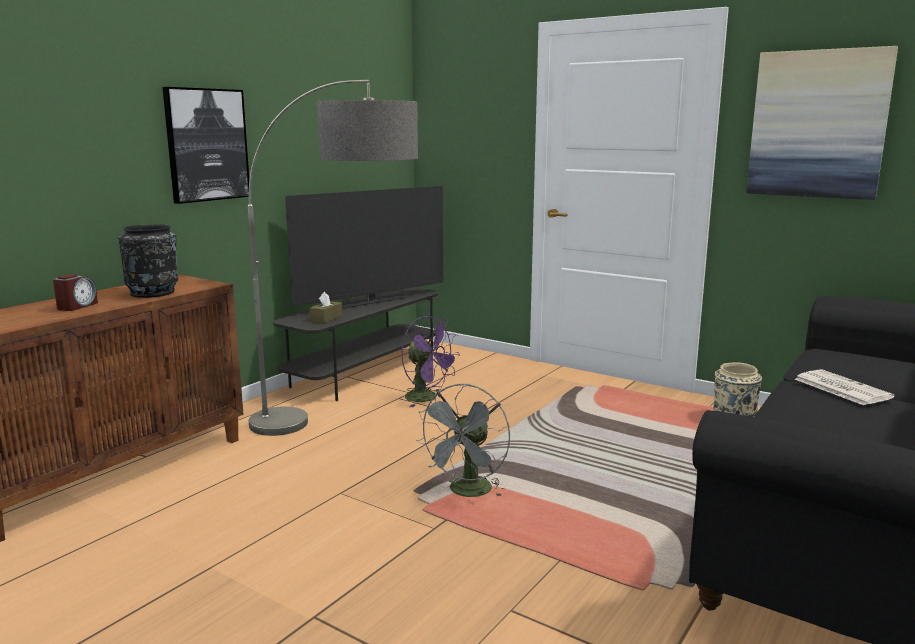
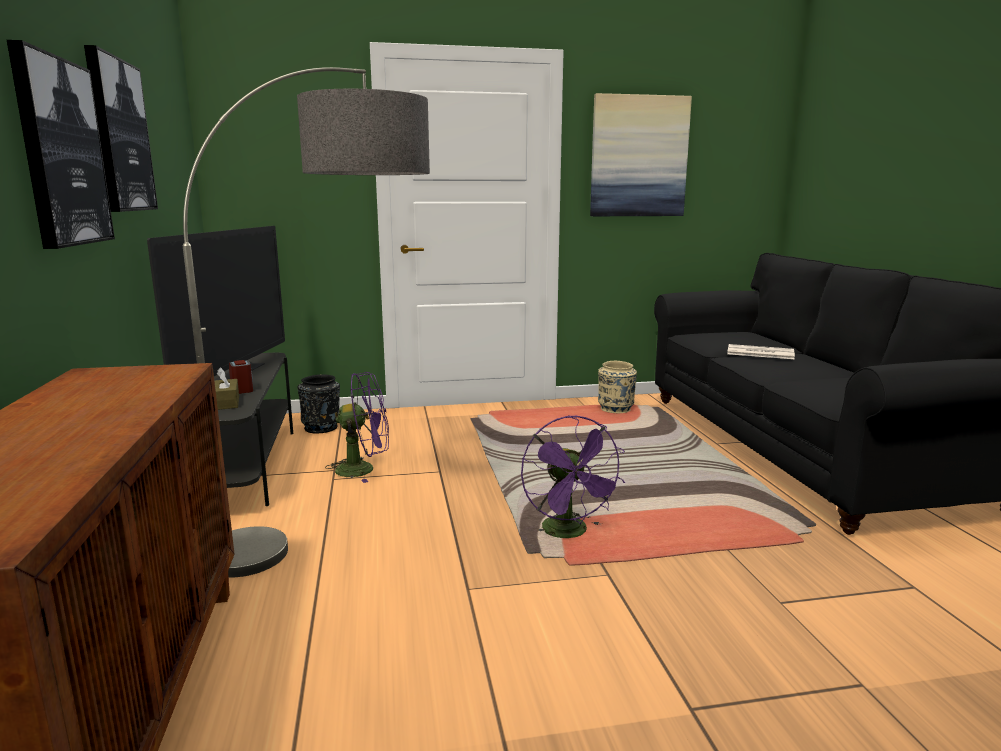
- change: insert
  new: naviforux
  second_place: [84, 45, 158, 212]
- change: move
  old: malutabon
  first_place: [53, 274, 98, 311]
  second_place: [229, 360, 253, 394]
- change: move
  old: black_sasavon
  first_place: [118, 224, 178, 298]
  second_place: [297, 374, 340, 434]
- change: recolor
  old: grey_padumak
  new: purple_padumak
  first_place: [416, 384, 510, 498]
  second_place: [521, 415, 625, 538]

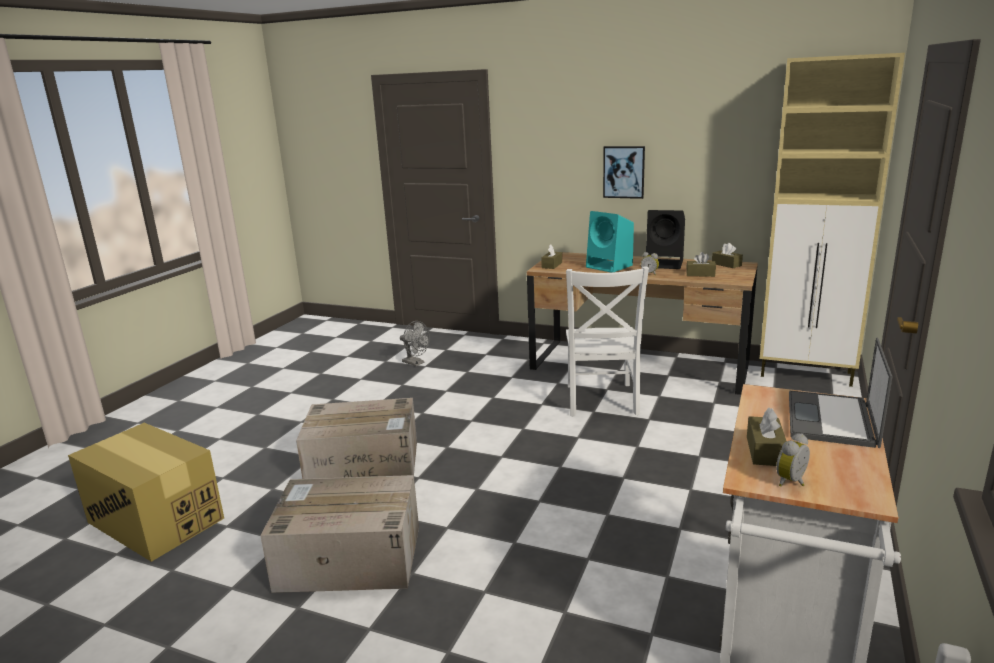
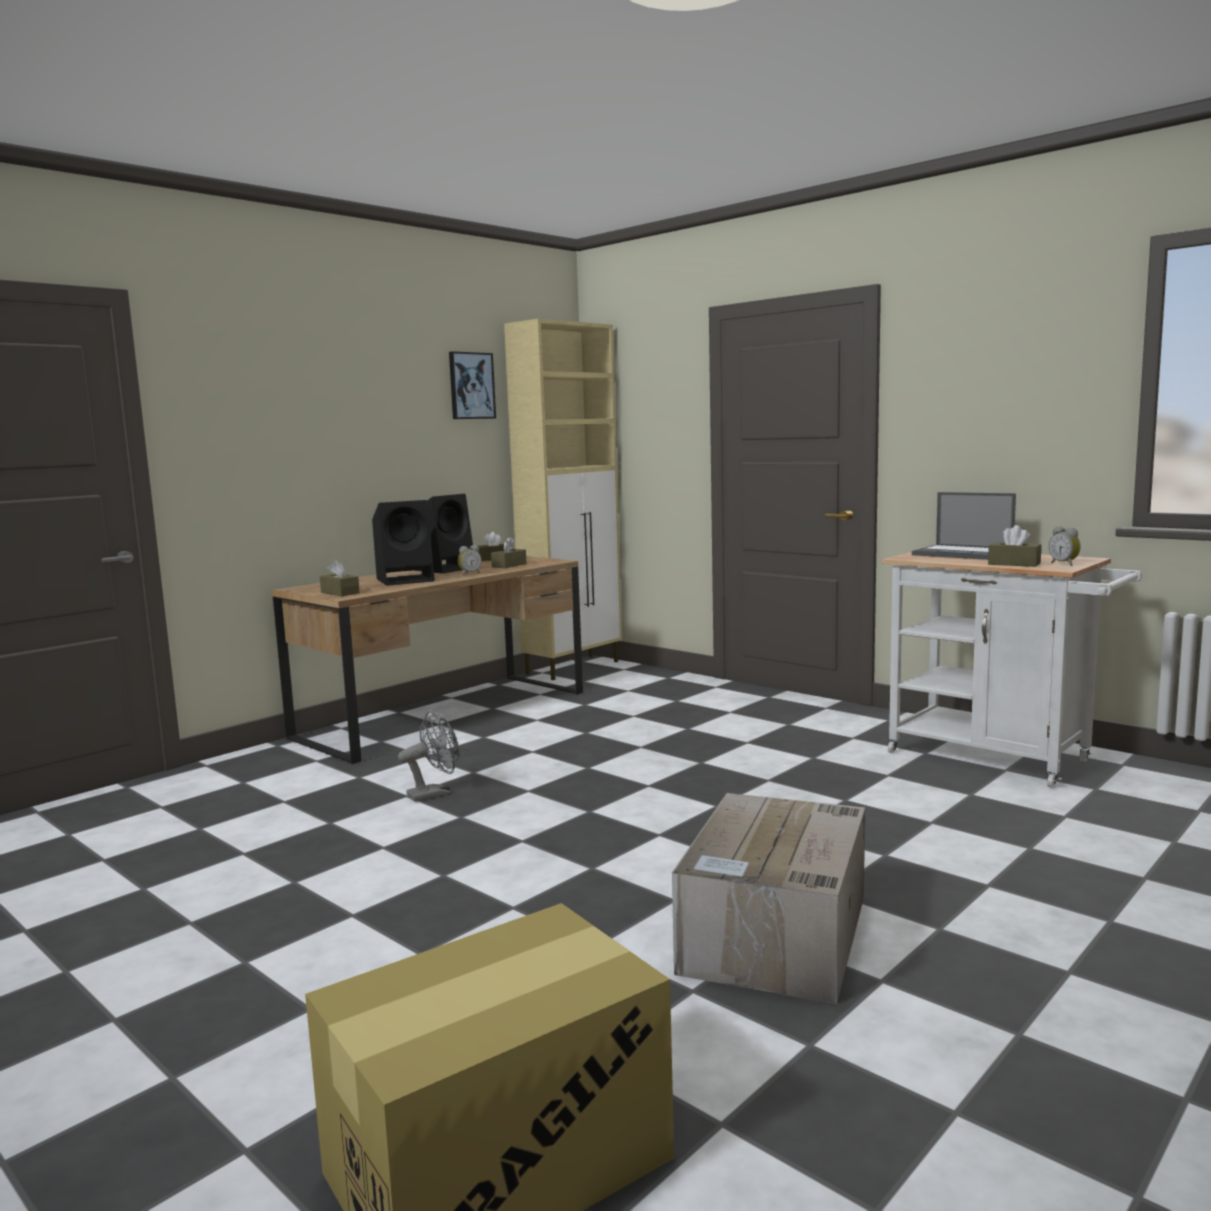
- change: recolor
  old: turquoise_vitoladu
  new: black_vitoladu
  first_place: [586, 211, 634, 273]
  second_place: [372, 500, 435, 586]
- change: move
  old: grey_padumak
  first_place: [400, 321, 430, 366]
  second_place: [398, 712, 459, 802]
- change: move
  old: naviforux
  first_place: [603, 146, 645, 199]
  second_place: [449, 351, 496, 419]
- change: delete
  old: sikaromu
  first_place: [296, 398, 417, 479]
- change: delete
  old: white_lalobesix
  first_place: [566, 266, 649, 417]

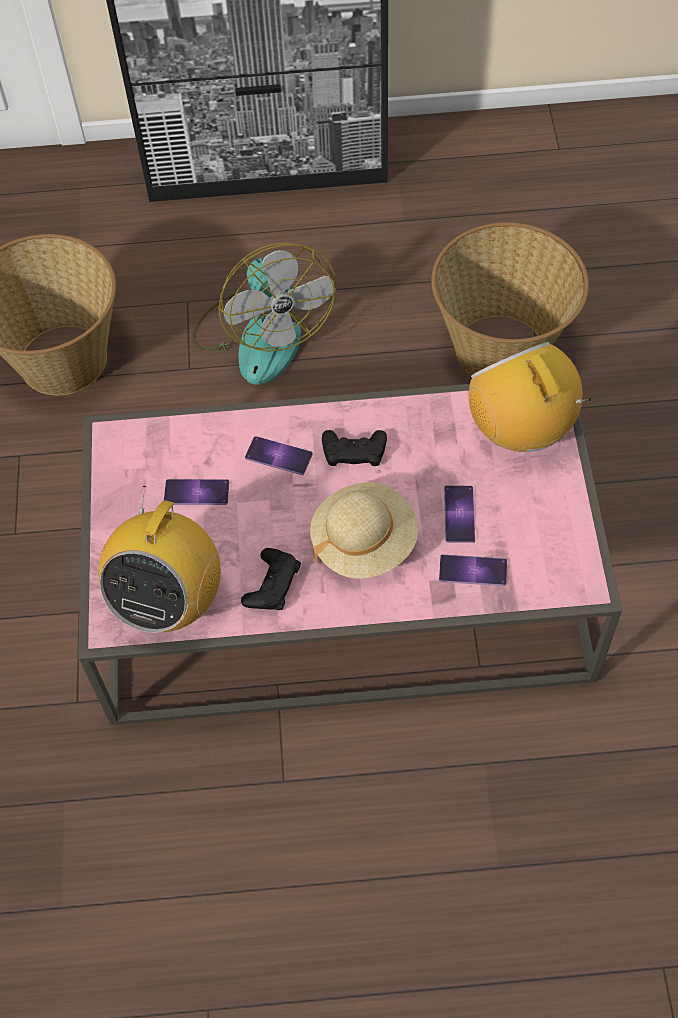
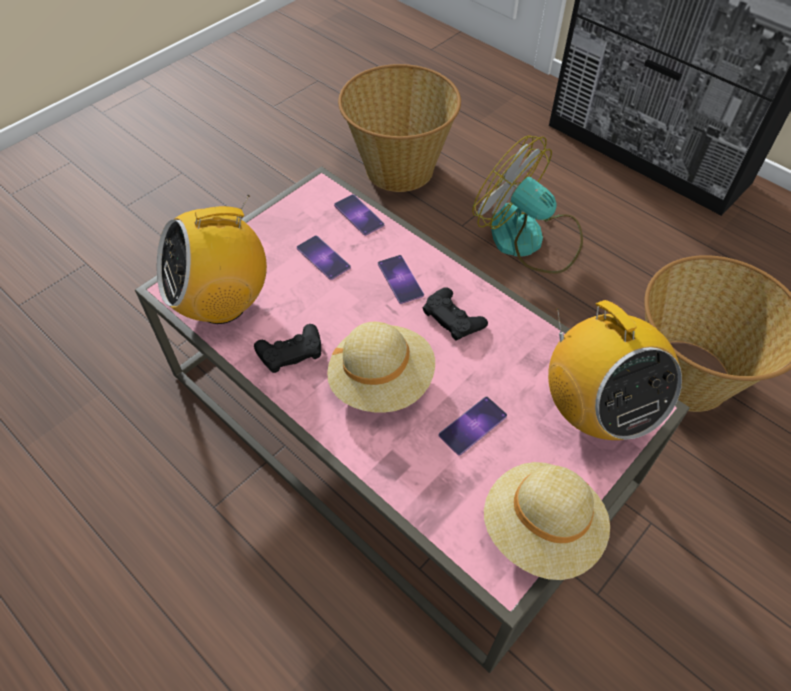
- change: move
  old: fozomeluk
  first_place: [439, 554, 507, 586]
  second_place: [334, 194, 385, 236]
- change: rotate
  old: padumak
  first_place: [191, 243, 336, 385]
  second_place: [472, 135, 583, 274]
  degrees: 105
- change: insert
  new: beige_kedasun
  second_place: [484, 462, 610, 580]
- change: rotate
  old: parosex
  first_place: [469, 342, 591, 452]
  second_place: [548, 300, 682, 440]
  degrees: 135

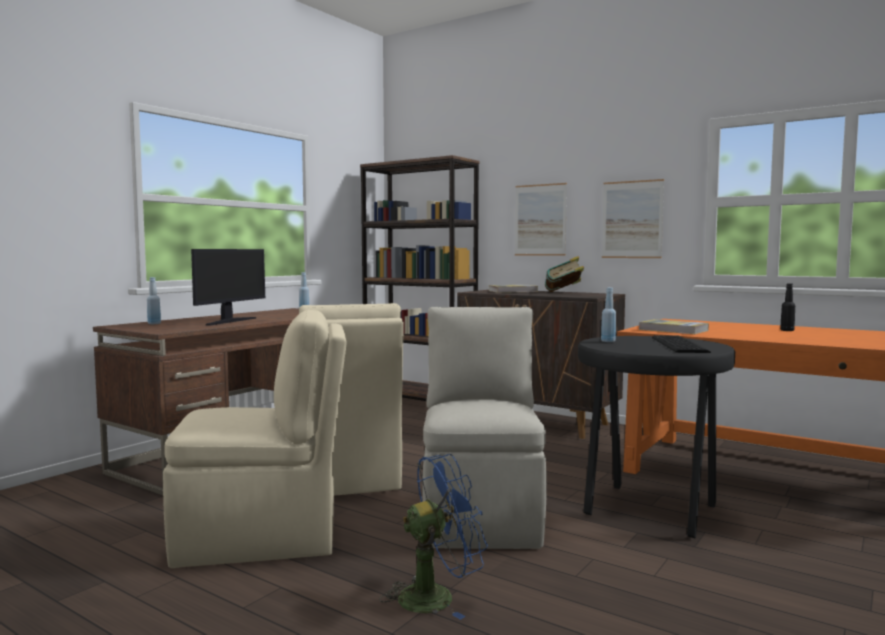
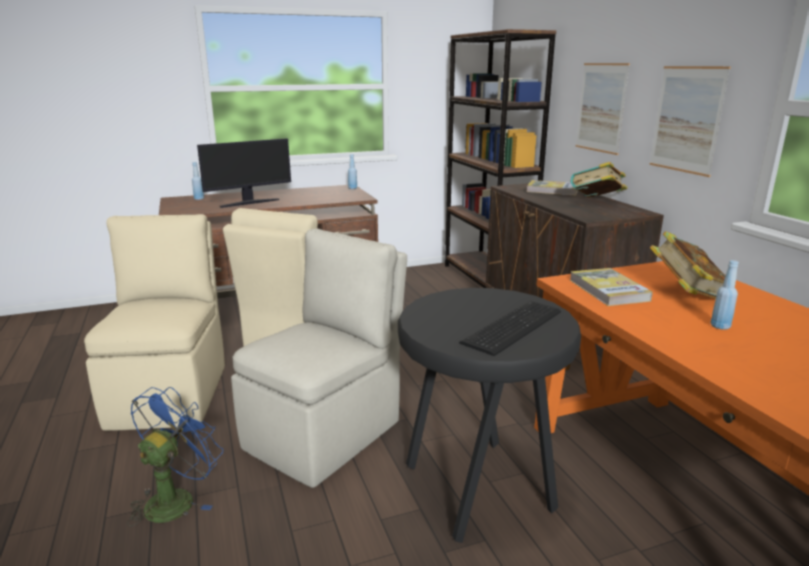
- change: rotate
  old: beige_lalobesix
  first_place: [163, 310, 346, 568]
  second_place: [84, 214, 225, 431]
  degrees: -120
- change: rotate
  old: blue_padumak
  first_place: [379, 454, 488, 620]
  second_place: [127, 387, 223, 527]
  degrees: -75
- change: insert
  new: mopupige
  second_place: [650, 231, 726, 299]
- change: move
  old: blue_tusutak
  first_place: [601, 288, 616, 342]
  second_place: [711, 260, 739, 330]
- change: delete
  old: black_tusutak
  first_place: [780, 283, 795, 331]

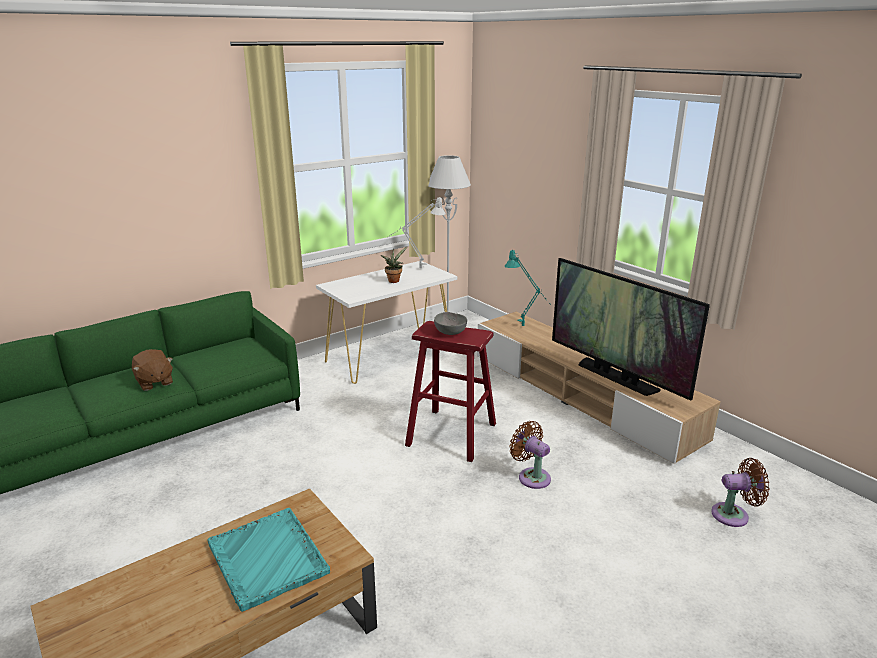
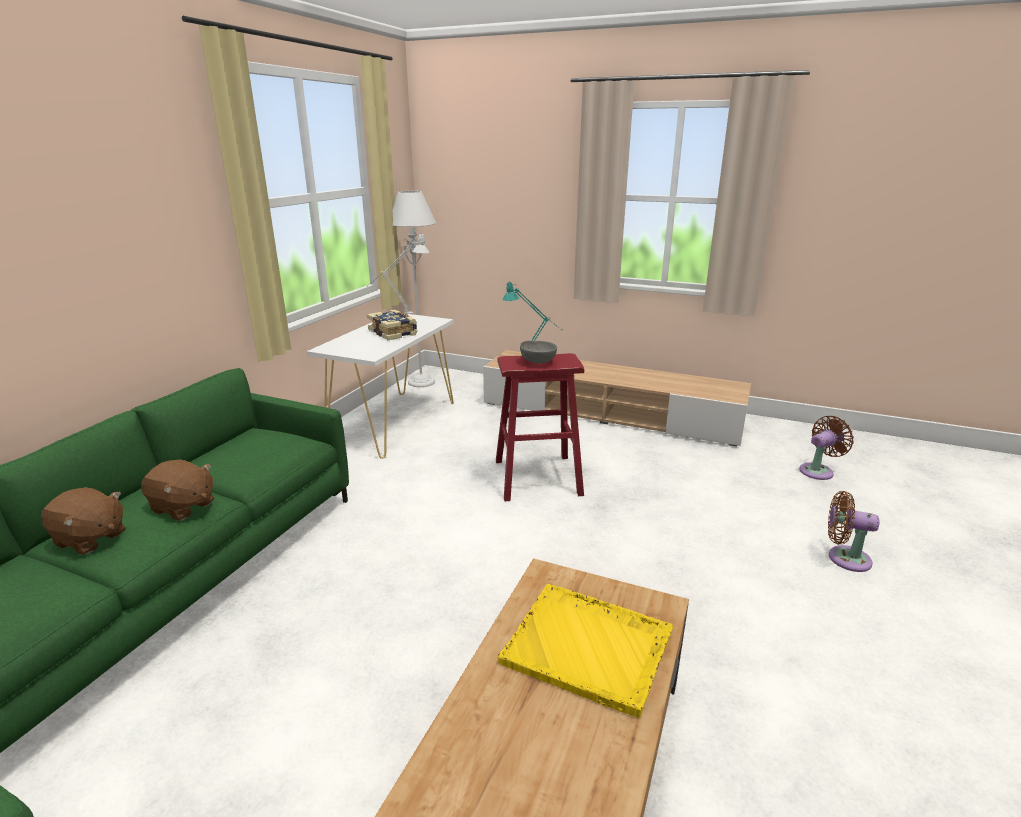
- change: insert
  new: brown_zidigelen
  second_place: [41, 487, 126, 555]
- change: replace
  old: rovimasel
  new: mopupige
  first_place: [381, 246, 408, 283]
  second_place: [367, 310, 418, 340]
- change: recolor
  old: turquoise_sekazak
  new: yellow_sekazak
  first_place: [207, 508, 330, 612]
  second_place: [498, 584, 673, 718]
- change: move
  old: brown_padumak
  first_place: [509, 421, 551, 489]
  second_place: [828, 491, 880, 572]
- change: delete
  old: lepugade
  first_place: [552, 258, 710, 401]

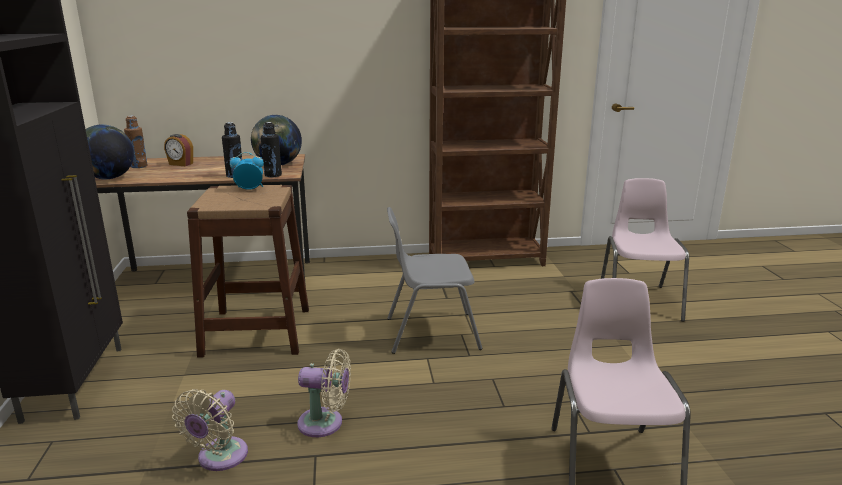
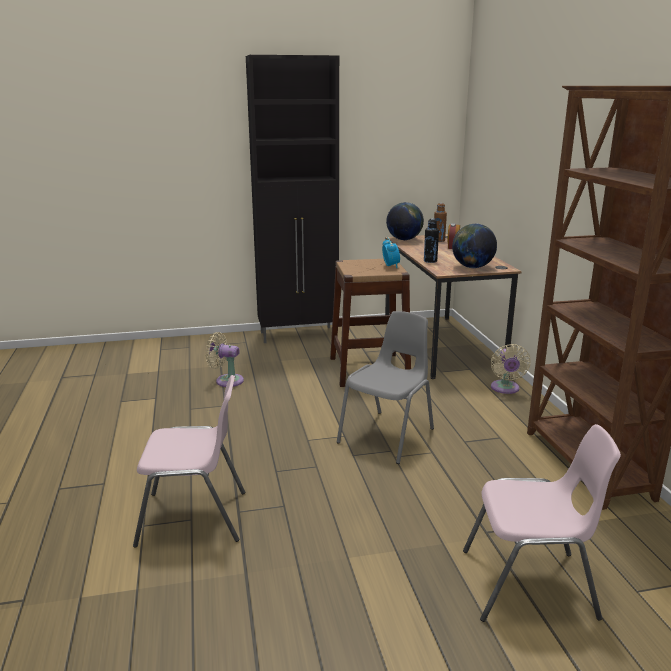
- change: rotate
  old: grey_lalobesix
  first_place: [387, 207, 482, 354]
  second_place: [337, 311, 434, 464]
  degrees: 45
- change: move
  old: beige_padumak
  first_place: [297, 349, 351, 437]
  second_place: [491, 344, 531, 394]
- change: delete
  old: black_tusutak
  first_place: [261, 122, 282, 177]

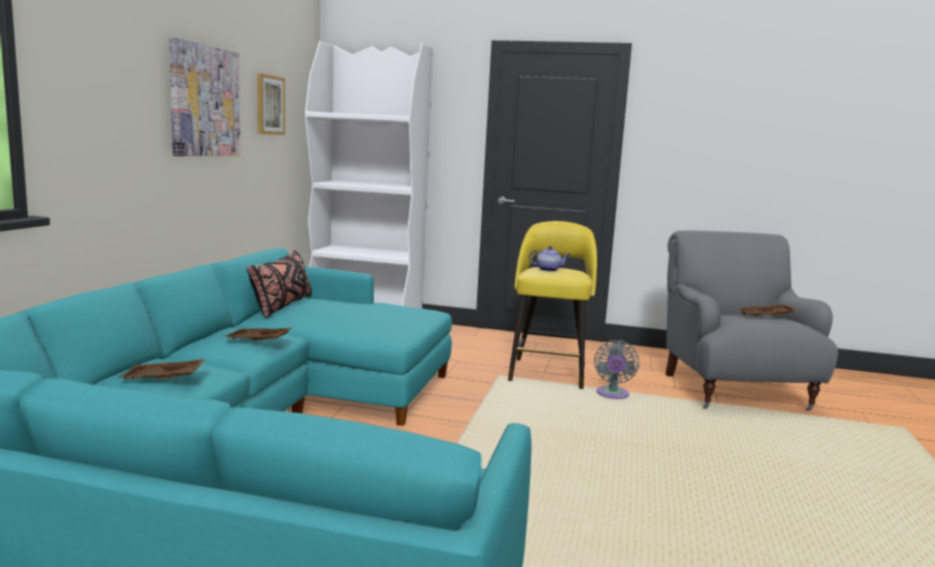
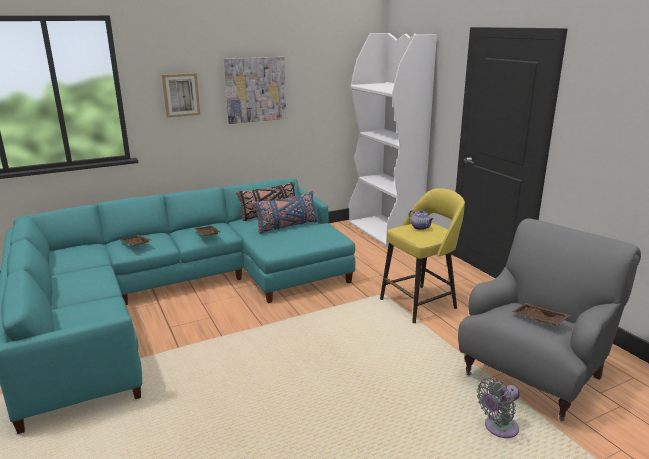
- change: move
  old: naviforux
  first_place: [257, 73, 285, 135]
  second_place: [162, 73, 200, 118]
- change: insert
  new: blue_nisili
  second_place: [252, 191, 319, 234]
- change: move
  old: grey_padumak
  first_place: [594, 340, 639, 399]
  second_place: [477, 378, 520, 438]

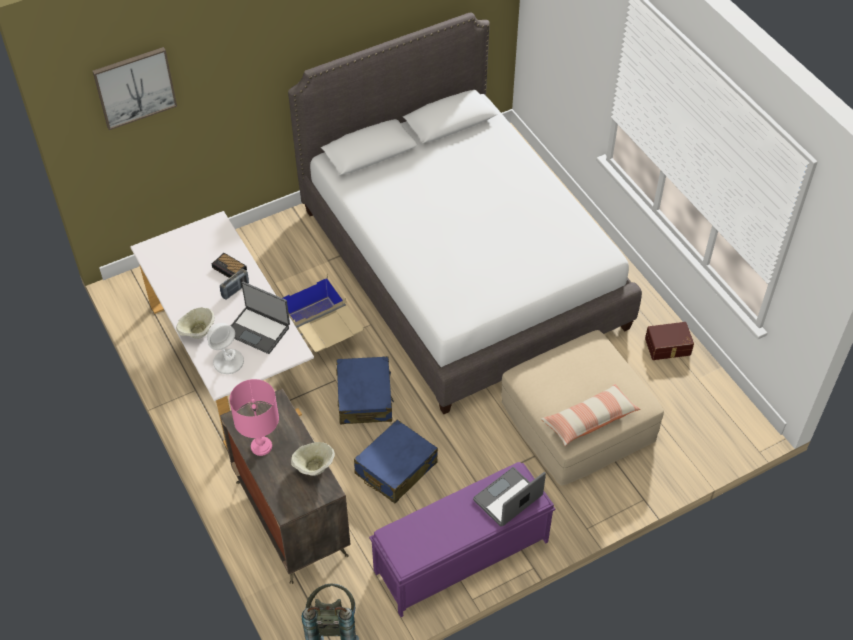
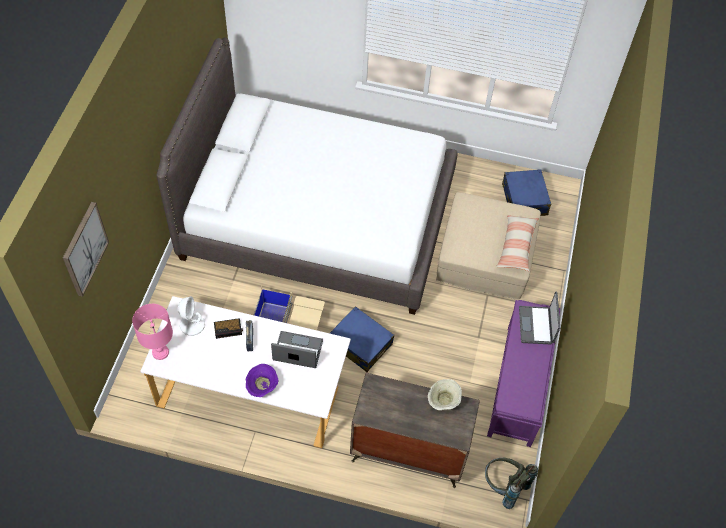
- change: move
  old: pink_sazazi
  first_place: [229, 379, 279, 456]
  second_place: [132, 304, 173, 360]
- change: move
  old: white_sazazi
  first_place: [207, 323, 244, 374]
  second_place: [178, 296, 205, 336]
- change: recolor
  old: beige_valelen
  new: purple_valelen
  first_place: [176, 307, 215, 339]
  second_place: [246, 364, 278, 397]
- change: rotate
  old: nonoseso
  first_place: [231, 282, 290, 354]
  second_place: [271, 331, 323, 368]
  degrees: -150
- change: move
  old: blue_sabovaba
  first_place: [354, 420, 438, 503]
  second_place: [502, 169, 551, 216]
- change: delete
  old: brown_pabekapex
  first_place: [645, 322, 694, 360]

